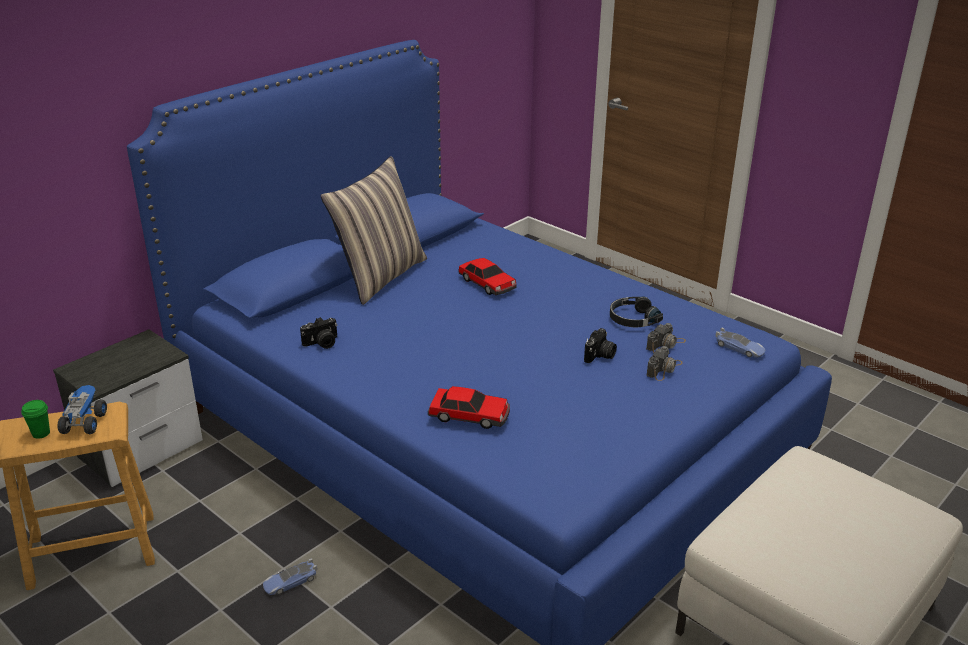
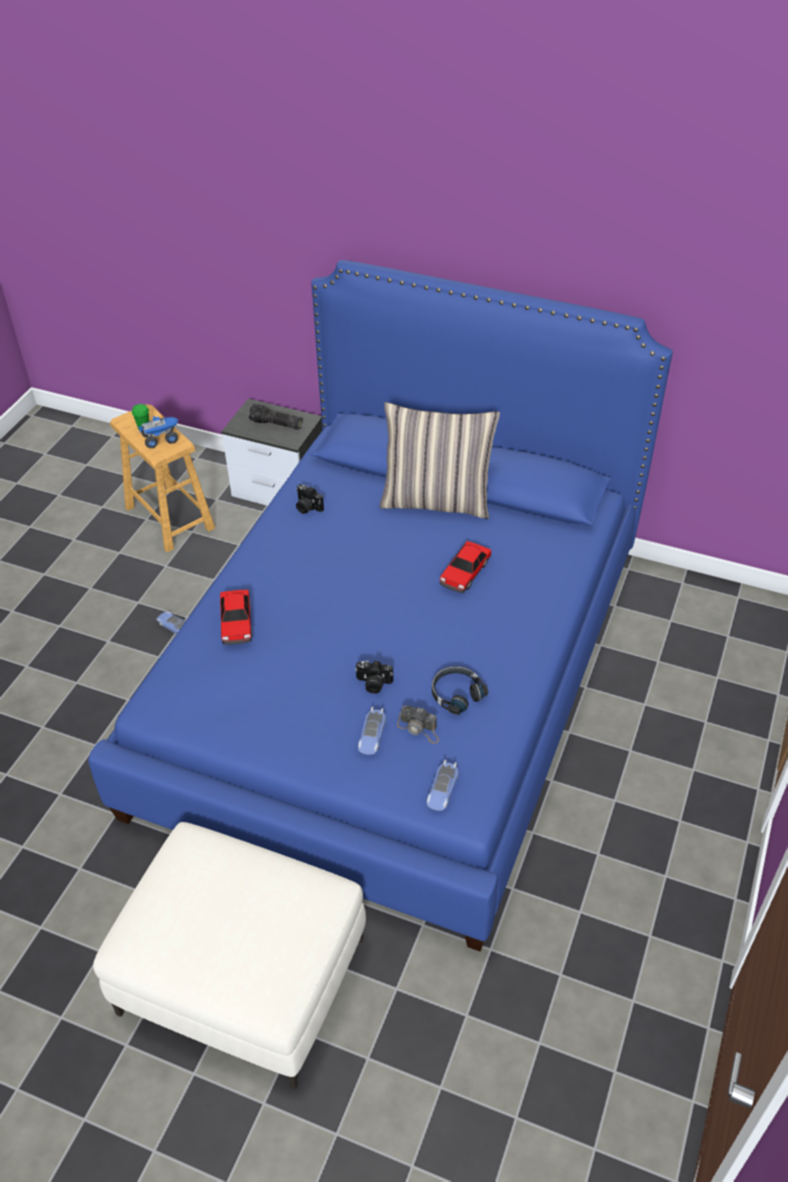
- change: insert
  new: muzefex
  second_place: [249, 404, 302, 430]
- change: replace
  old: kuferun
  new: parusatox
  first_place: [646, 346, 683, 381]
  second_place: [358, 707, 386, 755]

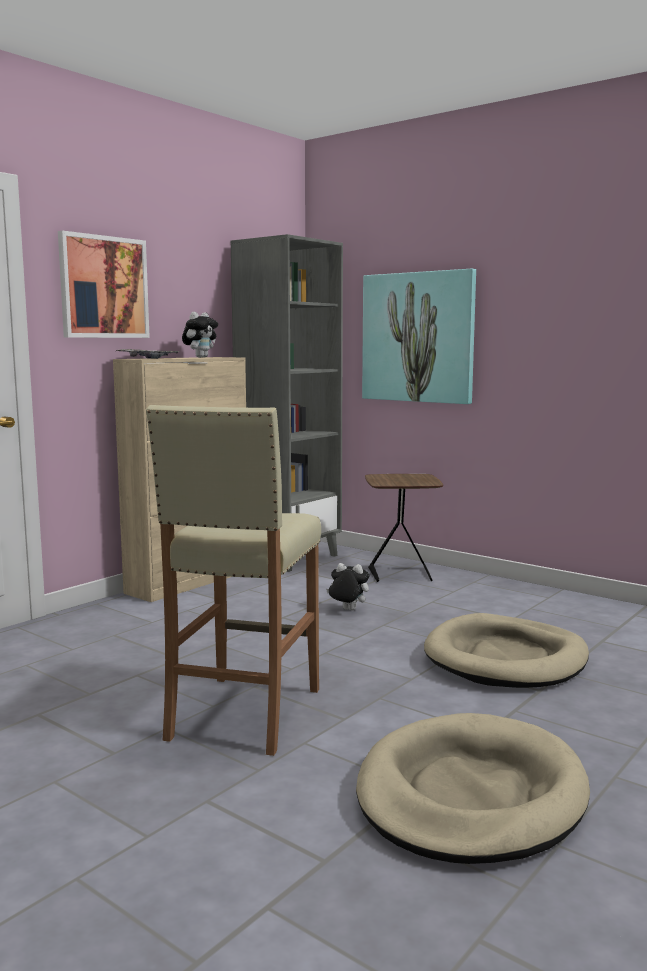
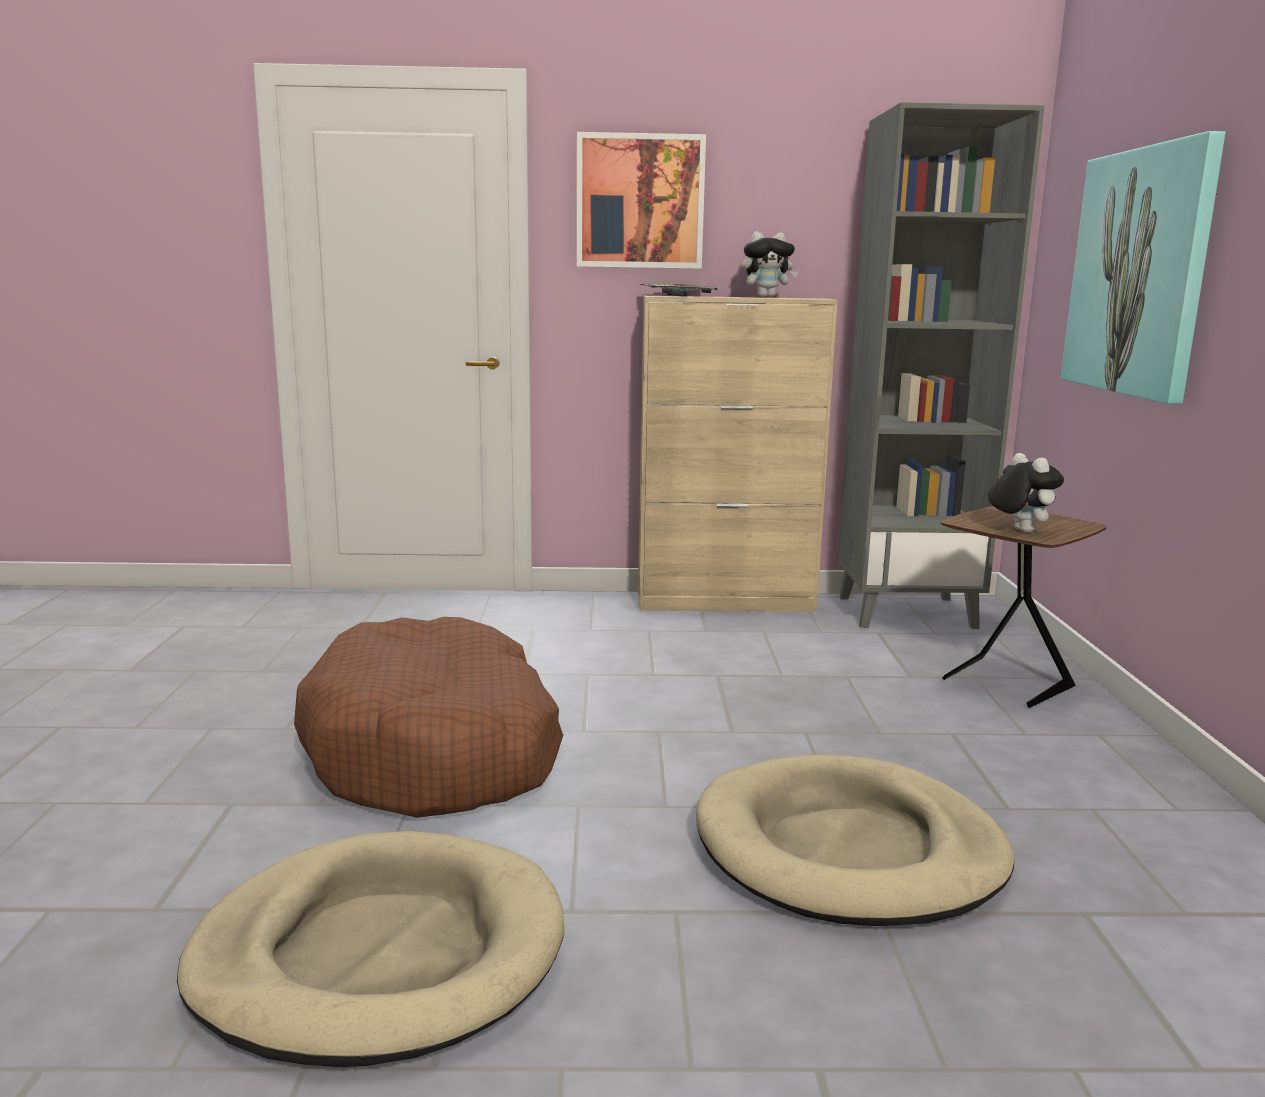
- change: replace
  old: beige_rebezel
  new: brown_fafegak
  first_place: [146, 405, 321, 756]
  second_place: [294, 617, 563, 818]
- change: move
  old: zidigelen
  first_place: [326, 563, 369, 610]
  second_place: [988, 453, 1064, 533]

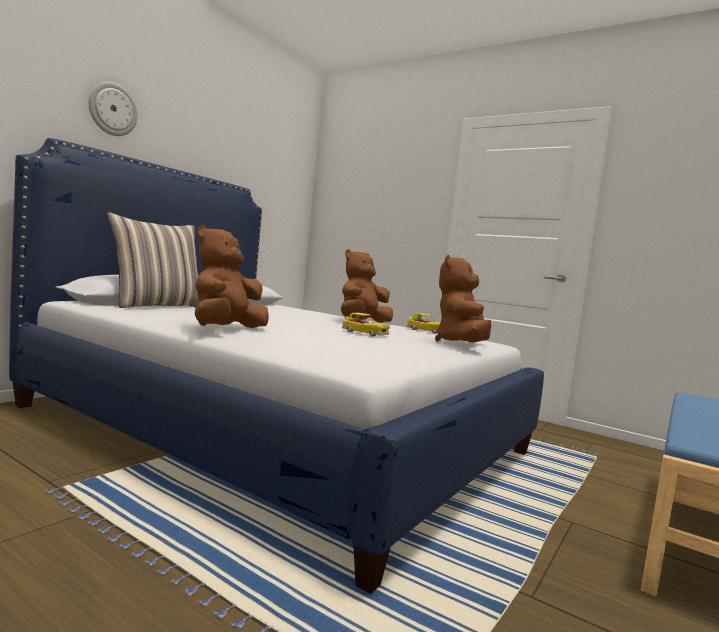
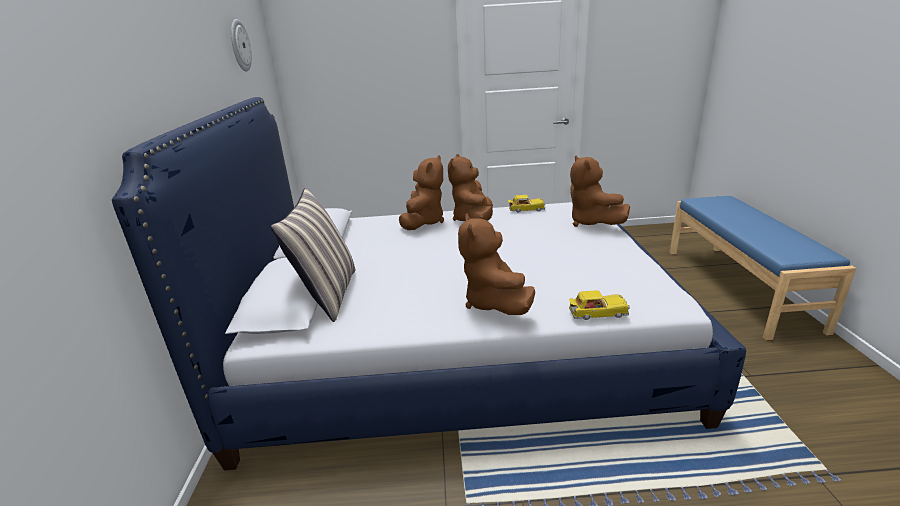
- change: move
  old: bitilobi
  first_place: [89, 82, 138, 136]
  second_place: [231, 19, 252, 72]
- change: insert
  new: brown_zidigelen
  second_place: [399, 155, 444, 230]
- change: move
  old: parusatox
  first_place: [342, 313, 390, 336]
  second_place: [569, 290, 630, 320]

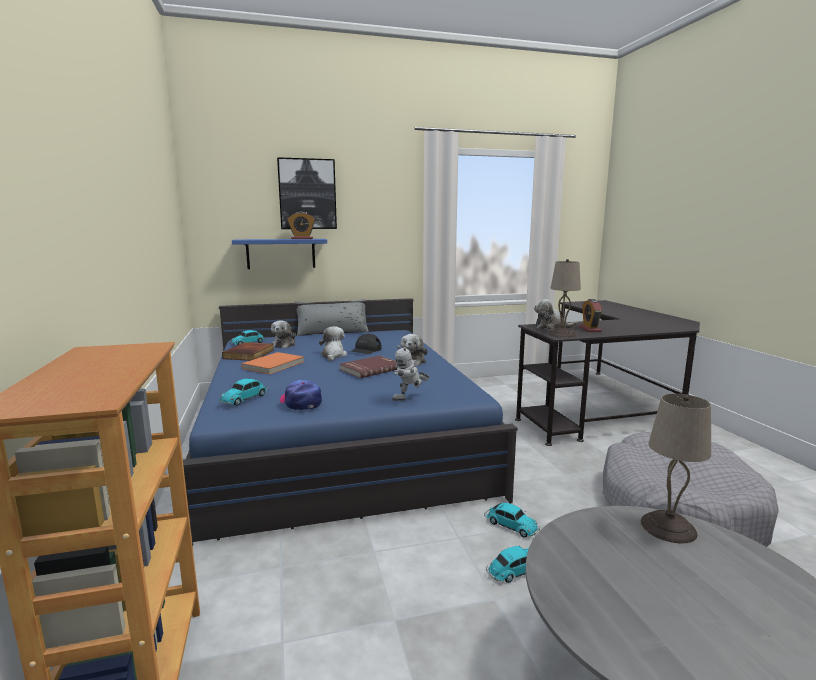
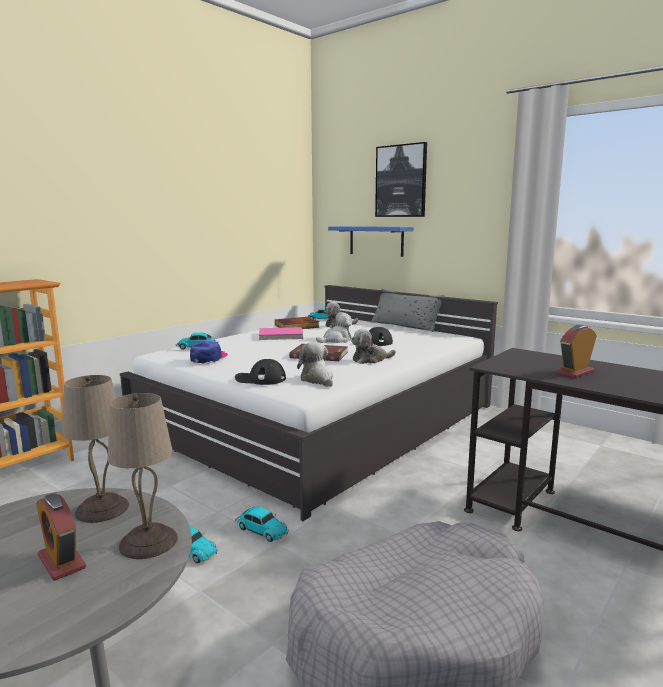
- change: move
  old: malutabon
  first_place: [287, 212, 315, 239]
  second_place: [36, 493, 86, 581]
- change: move
  old: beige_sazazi
  first_place: [548, 259, 581, 338]
  second_place: [63, 375, 129, 523]
- change: recolor
  old: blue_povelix
  new: white_povelix
  first_place: [183, 298, 518, 545]
  second_place: [120, 285, 498, 521]
- change: replace
  old: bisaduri
  new: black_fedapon
  first_place: [392, 345, 429, 401]
  second_place: [235, 359, 286, 385]
- change: rotate
  old: parusatox
  first_place: [484, 503, 540, 537]
  second_place: [235, 507, 289, 542]
  degrees: -60
- change: recolor
  old: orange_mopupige
  new: pink_mopupige
  first_place: [241, 352, 304, 374]
  second_place: [259, 327, 303, 340]
- change: move
  old: zidigelen
  first_place: [534, 299, 578, 330]
  second_place: [297, 342, 333, 387]

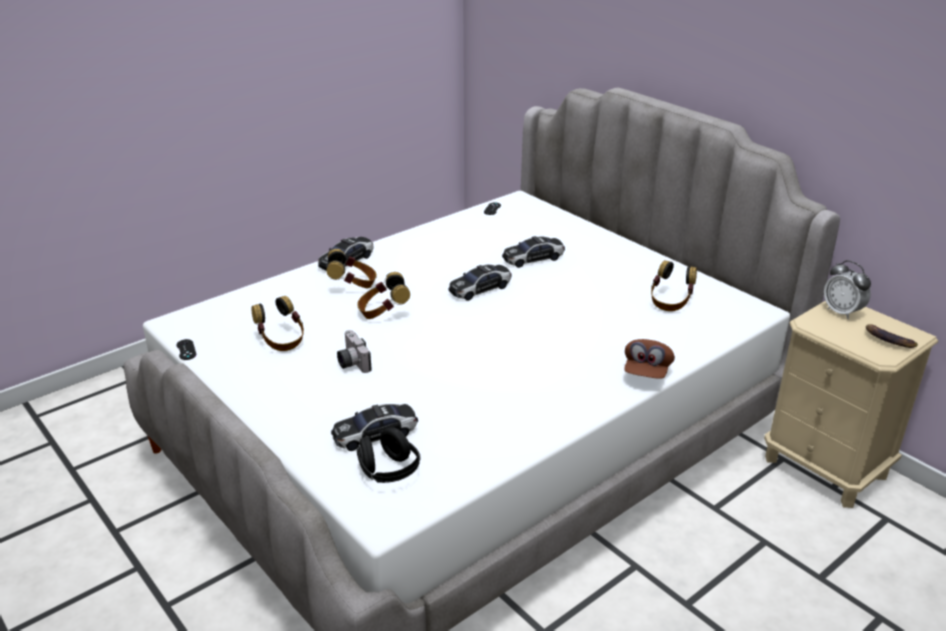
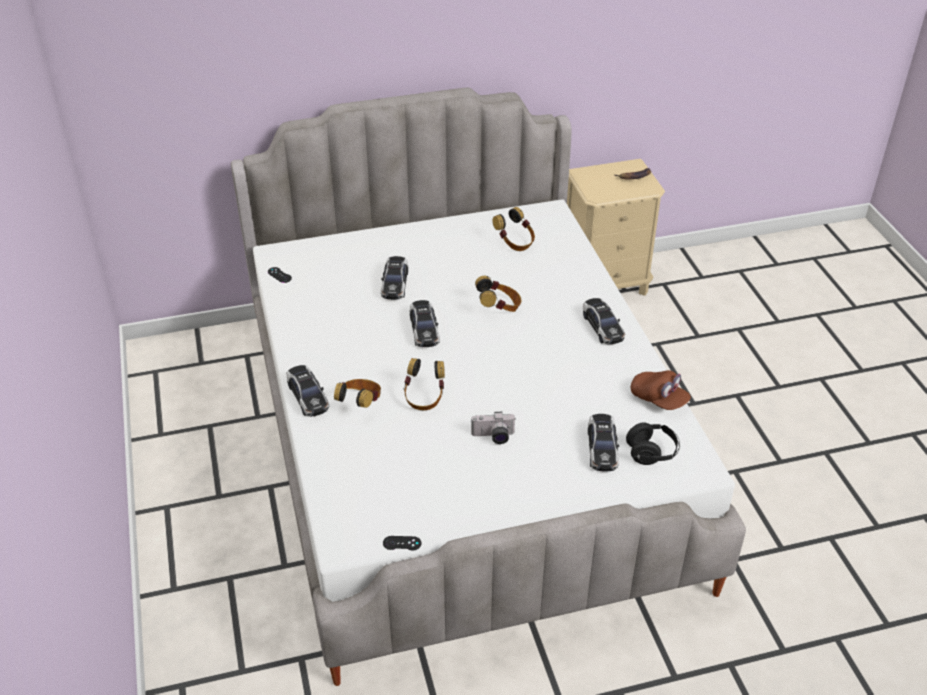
- change: move
  old: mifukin
  first_place: [252, 296, 304, 351]
  second_place: [475, 276, 521, 312]
- change: insert
  new: parusatox
  second_place: [583, 298, 625, 344]
- change: move
  old: brown_fedapon
  first_place: [624, 339, 675, 379]
  second_place: [631, 370, 691, 410]
- change: delete
  old: malutabon
  first_place: [824, 260, 871, 319]

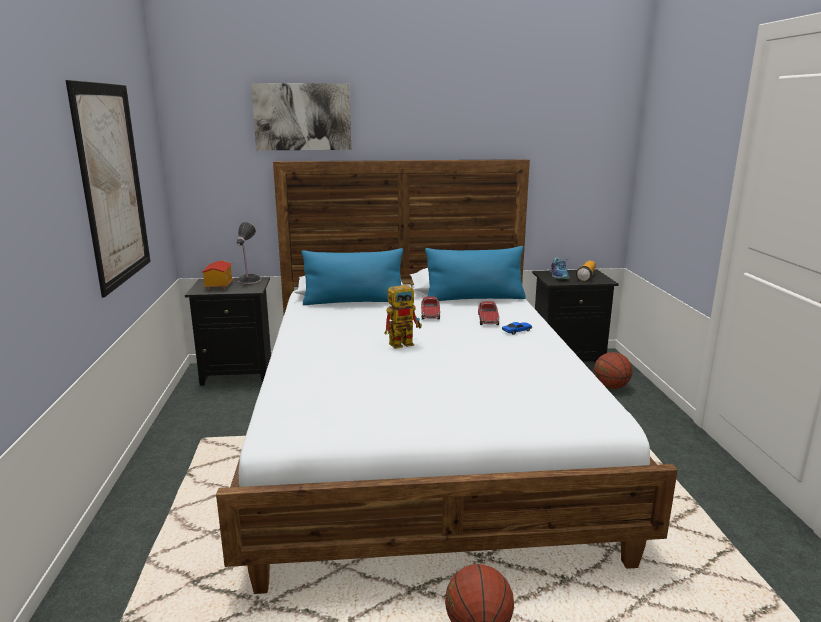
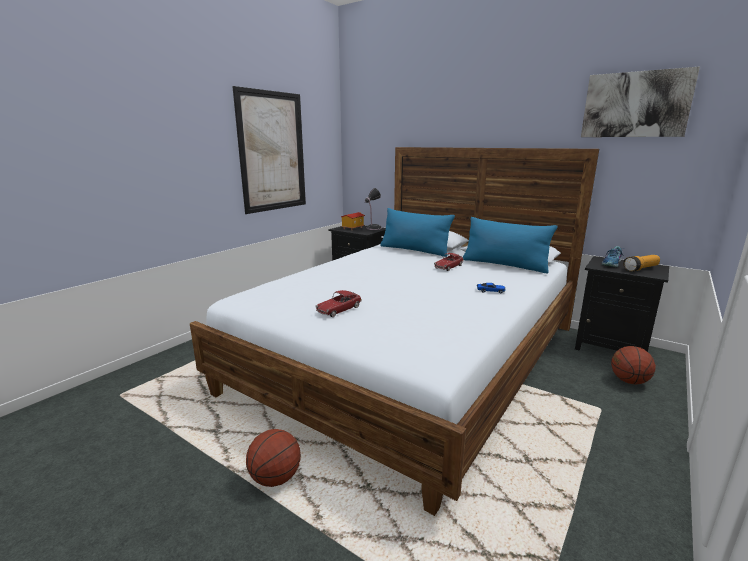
- change: move
  old: parusatox
  first_place: [478, 301, 499, 325]
  second_place: [316, 290, 362, 317]
- change: move
  old: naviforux
  first_place: [251, 83, 351, 150]
  second_place: [581, 66, 700, 137]
- change: delete
  old: bisaduri
  first_place: [385, 283, 422, 349]

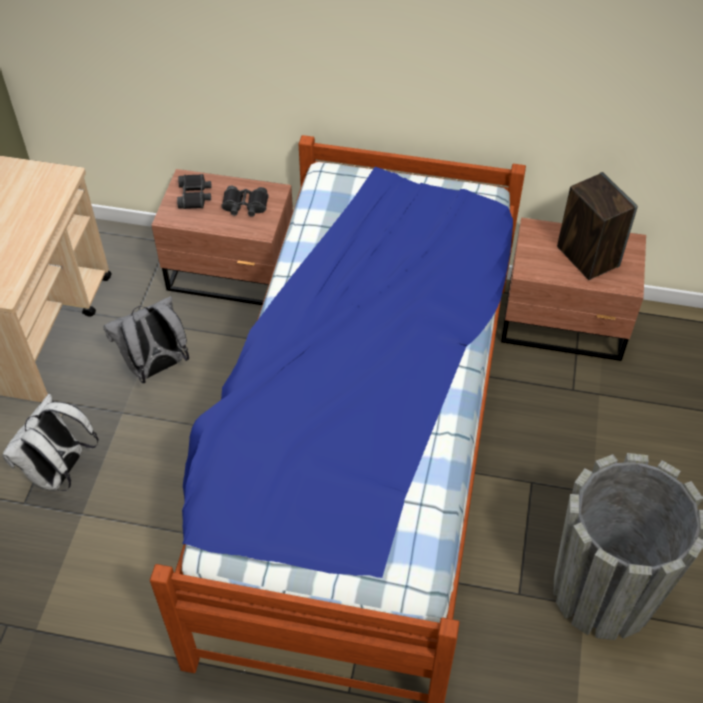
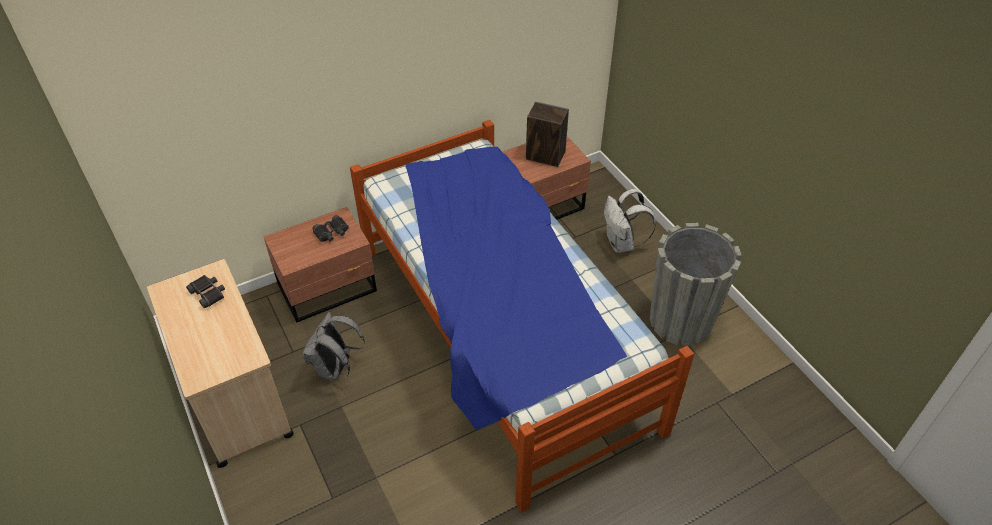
- change: move
  old: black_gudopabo
  first_place: [177, 174, 212, 209]
  second_place: [186, 275, 225, 308]
- change: move
  old: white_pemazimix
  first_place: [2, 394, 99, 491]
  second_place: [604, 189, 656, 253]

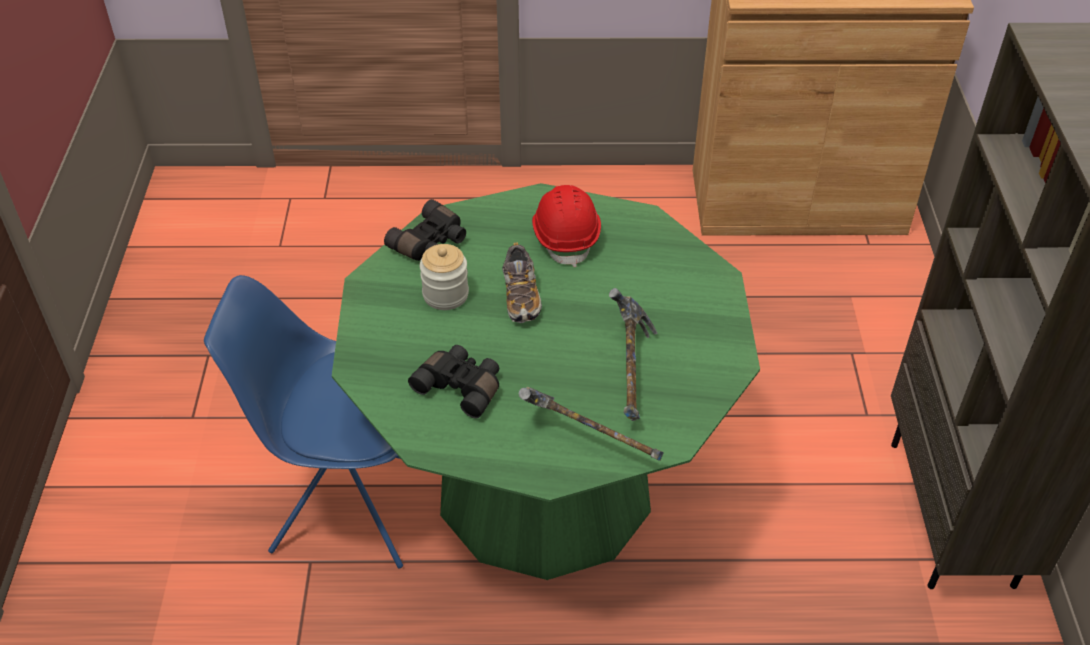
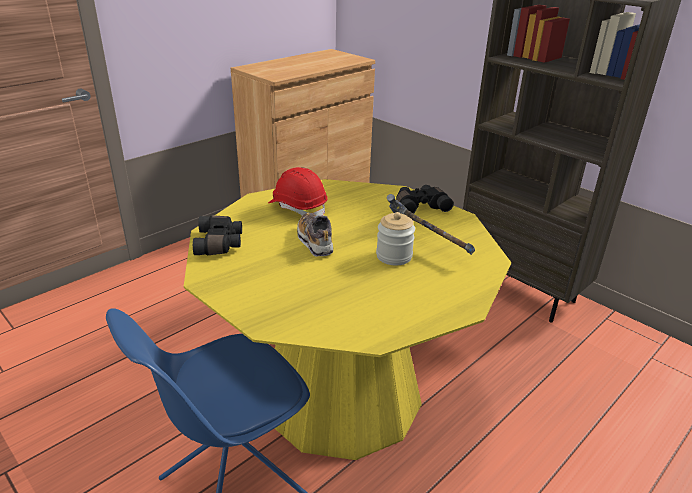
- change: recolor
  old: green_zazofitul
  new: yellow_zazofitul
  first_place: [332, 183, 760, 580]
  second_place: [184, 179, 511, 460]
- change: rotate
  old: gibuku
  first_place: [502, 242, 542, 323]
  second_place: [297, 213, 333, 257]
  degrees: -150
- change: move
  old: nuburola
  first_place: [419, 244, 469, 310]
  second_place: [376, 212, 415, 265]
- change: move
  old: black_gudopabo
  first_place: [408, 345, 499, 419]
  second_place: [396, 185, 454, 214]
- change: delete
  old: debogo
  first_place: [519, 387, 664, 461]

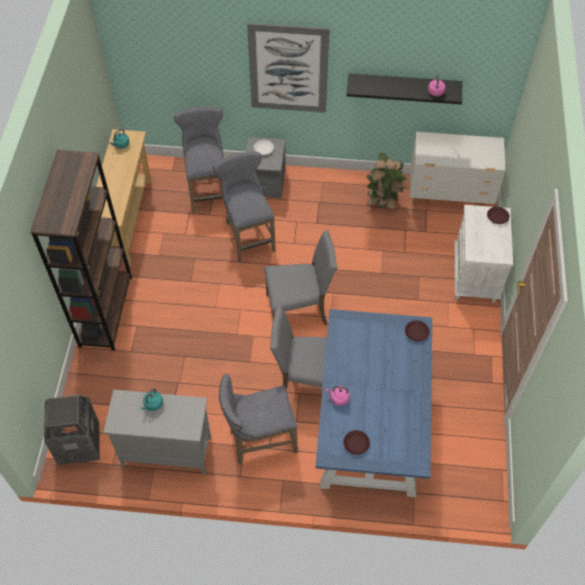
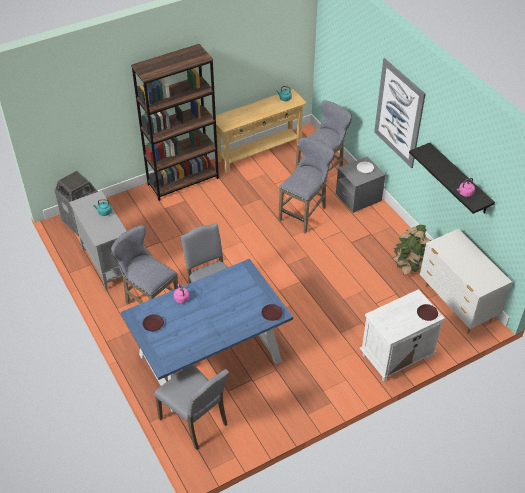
- change: move
  old: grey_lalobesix
  first_place: [264, 230, 338, 325]
  second_place: [154, 364, 229, 450]

